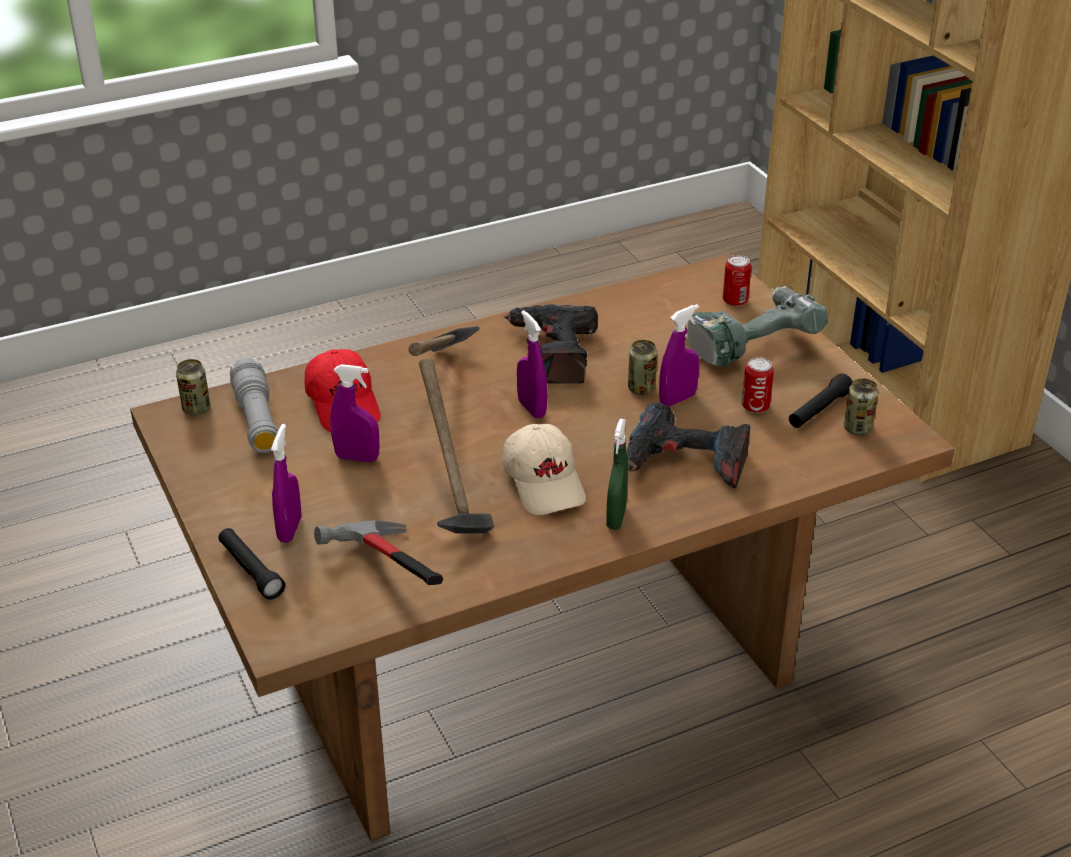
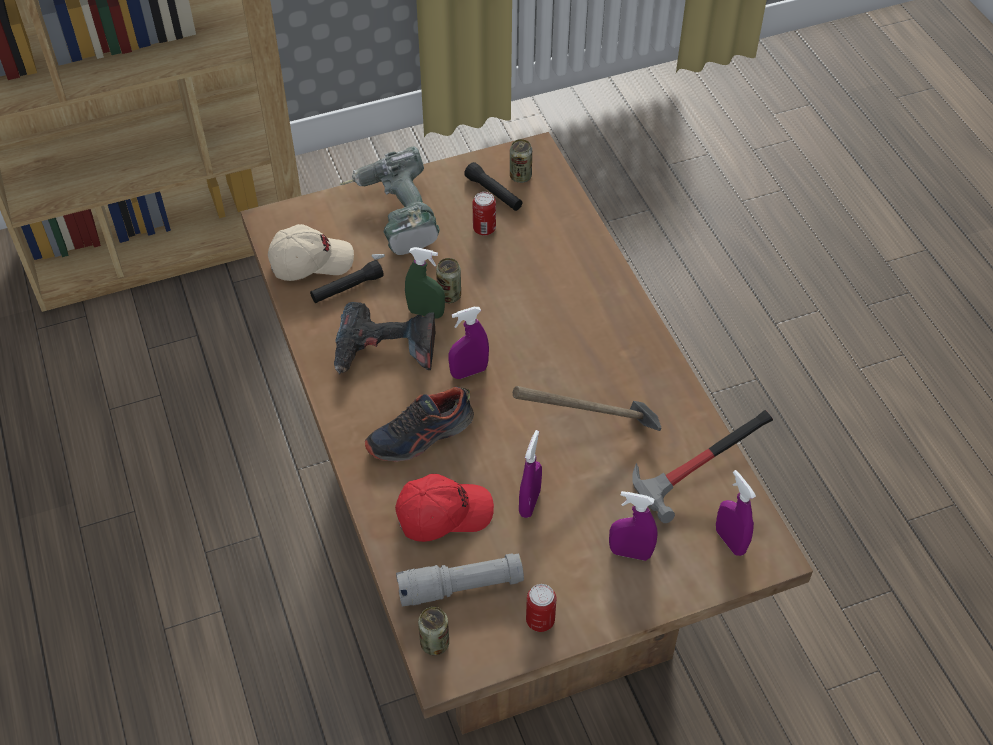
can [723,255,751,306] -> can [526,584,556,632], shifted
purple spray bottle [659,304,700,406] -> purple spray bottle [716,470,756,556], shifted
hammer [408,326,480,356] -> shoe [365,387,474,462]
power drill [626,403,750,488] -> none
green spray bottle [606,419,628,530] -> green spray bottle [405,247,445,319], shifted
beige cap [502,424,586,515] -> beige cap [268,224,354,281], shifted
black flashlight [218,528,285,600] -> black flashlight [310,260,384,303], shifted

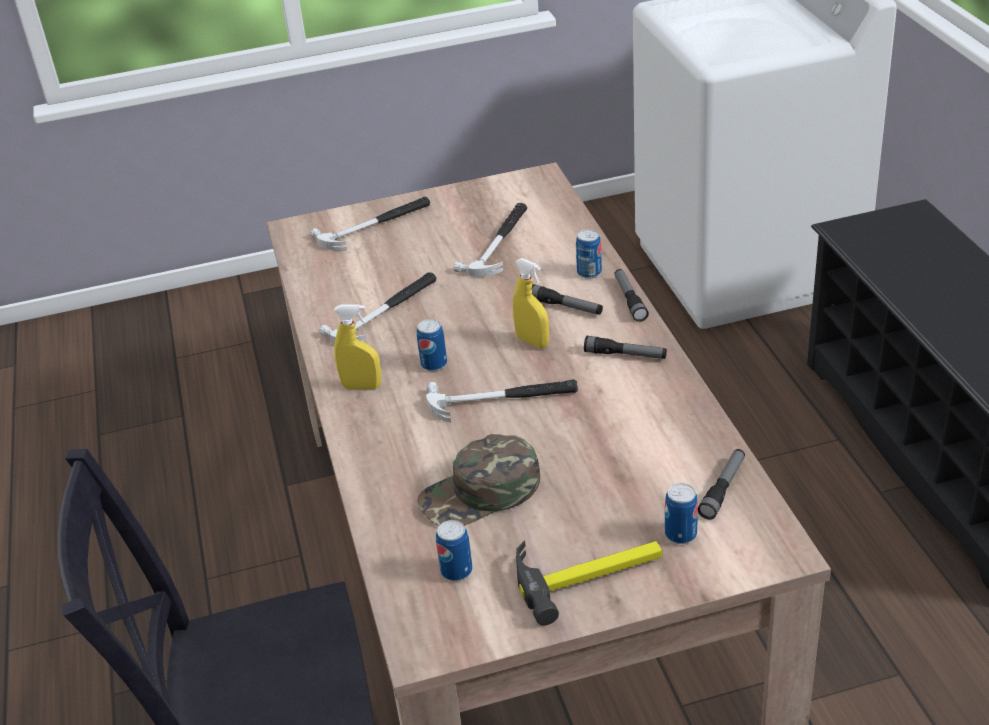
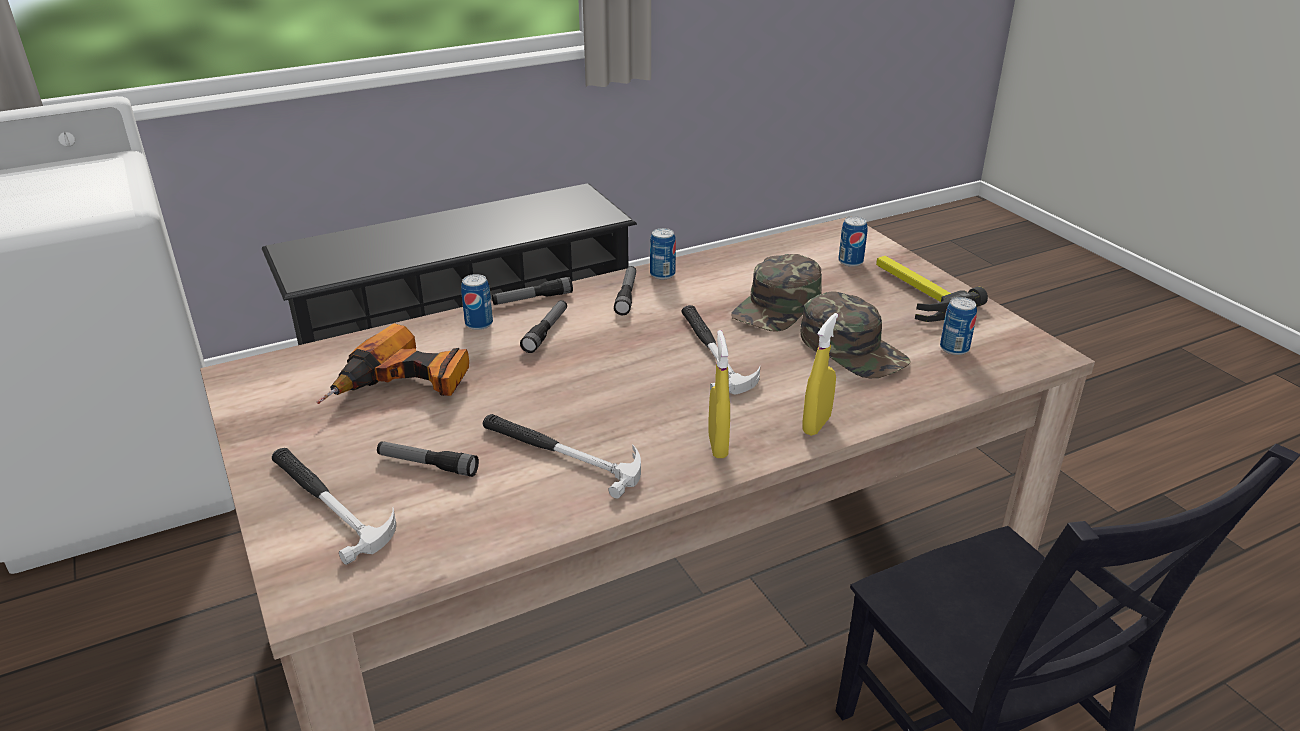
hammer [454,203,527,277] -> power drill [317,323,469,404]
yellow spray bottle [513,258,549,348] -> yellow spray bottle [802,313,838,436], shifted
can [417,319,447,371] -> can [650,228,676,279], shifted
flashlight [698,449,745,520] -> flashlight [377,441,479,477], shifted
none -> green cap [731,254,822,331]

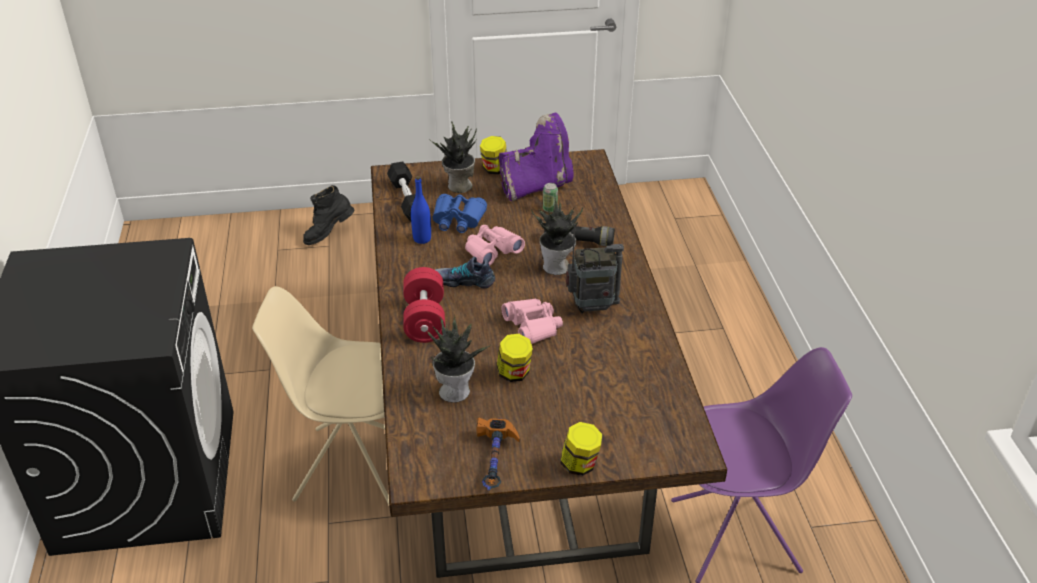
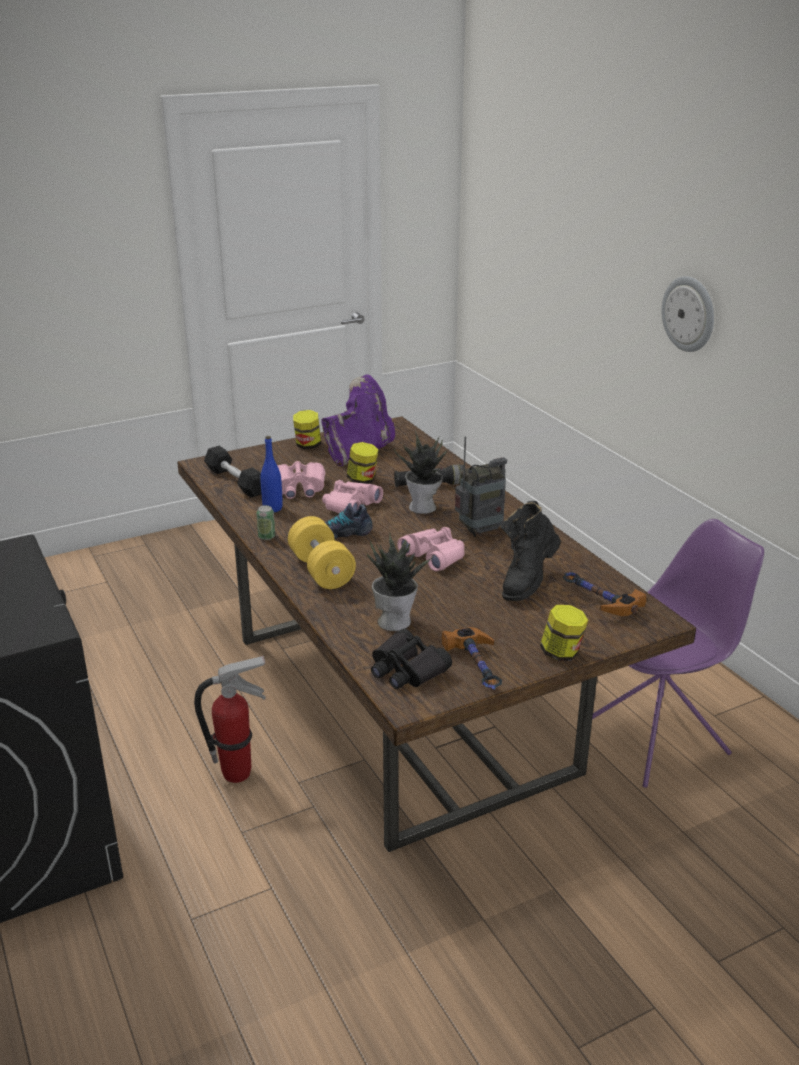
potted plant [429,121,477,193] -> none
can [543,183,558,212] -> can [256,505,275,540], shifted
black boot [303,185,354,245] -> black boot [500,501,561,601], shifted
blue binoculars [432,194,487,233] -> pink binoculars [277,461,325,499]
red dumbbell [403,267,445,343] -> yellow dumbbell [288,516,356,589]
beige chair [252,286,389,505] -> fire extinguisher [194,655,266,783]
jar [497,334,533,382] -> jar [347,442,379,484], shifted
none -> wall clock [661,276,714,352]
none -> hammer [562,572,646,616]
none -> black binoculars [371,629,452,689]

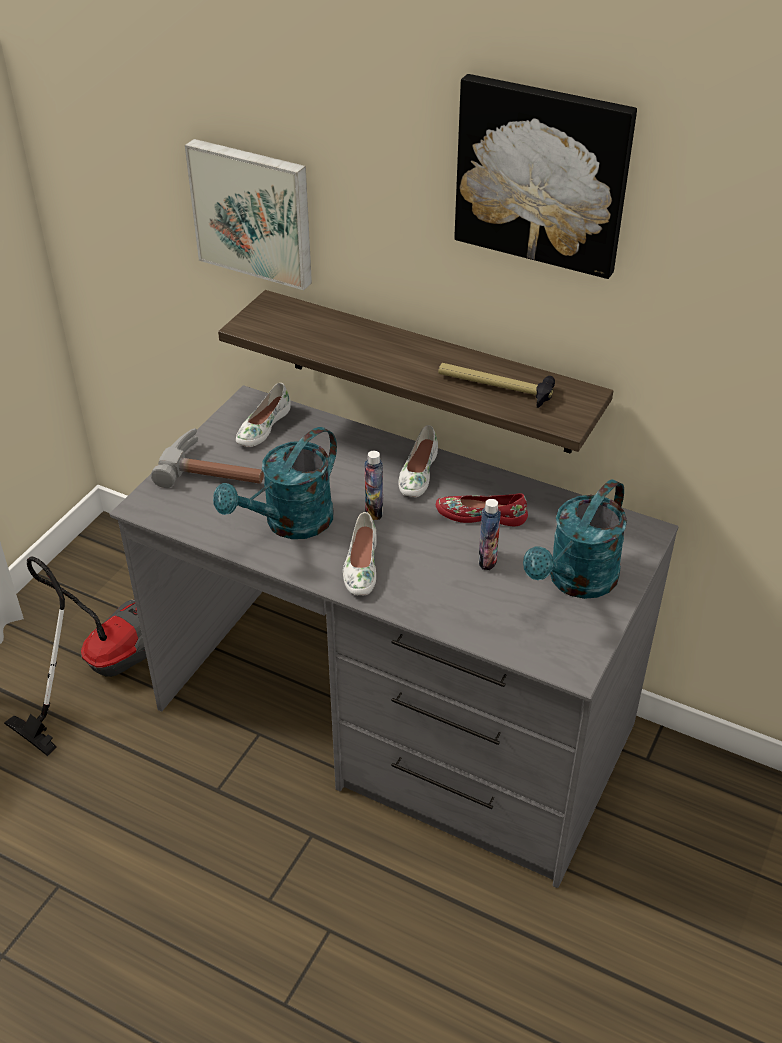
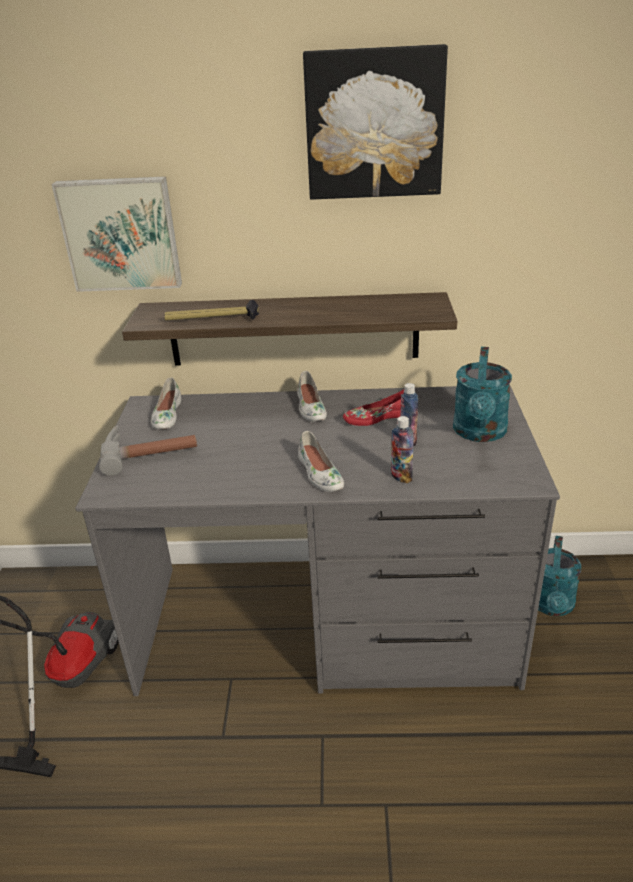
hammer [438,363,555,408] -> hammer [164,300,259,320], shifted
turquoise watering can [213,427,337,539] -> turquoise watering can [538,536,581,616], shifted
bottle [364,450,383,520] -> bottle [391,416,414,483], shifted

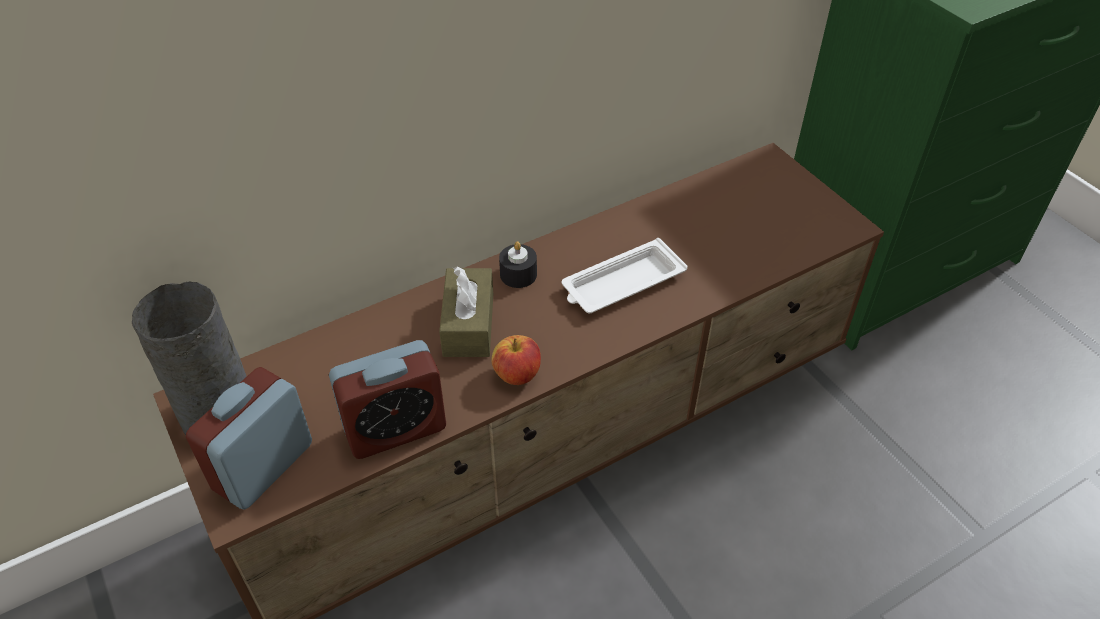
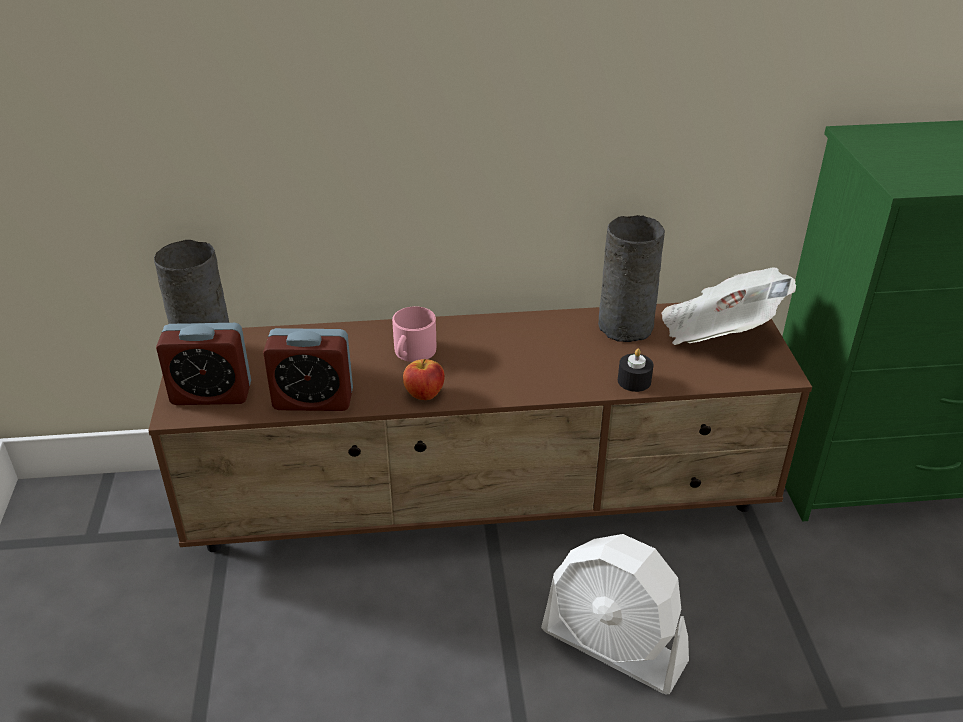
white tray [562,238,688,313] -> none
black candle [499,241,537,288] -> black candle [618,348,654,392], shifted
brown tissue box [439,267,493,357] -> pink mug [392,306,436,362]
alarm clock [186,367,312,509] -> alarm clock [156,323,251,405], 150 degrees counterclockwise
none -> grey vase [598,215,665,342]
none -> newspaper [661,268,796,345]
none -> white fan [541,534,689,694]

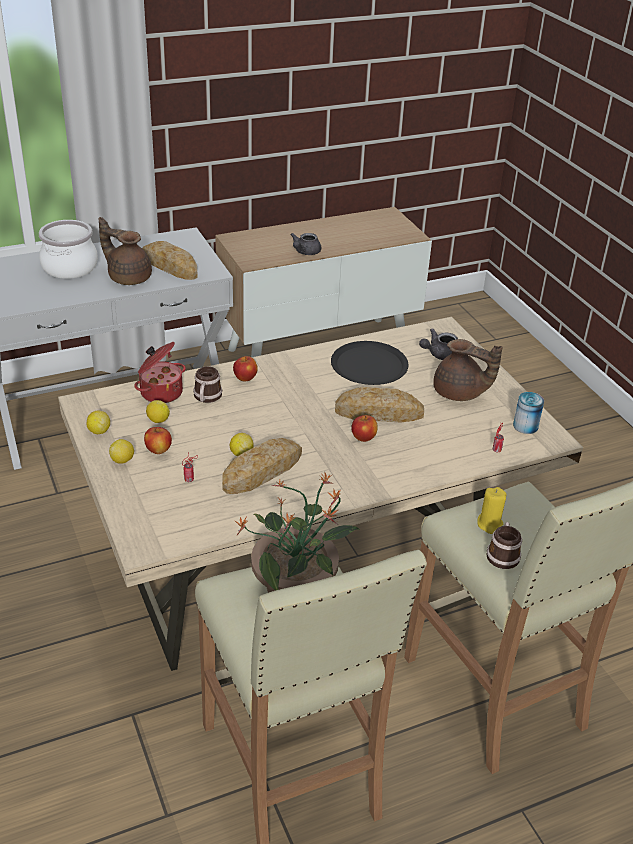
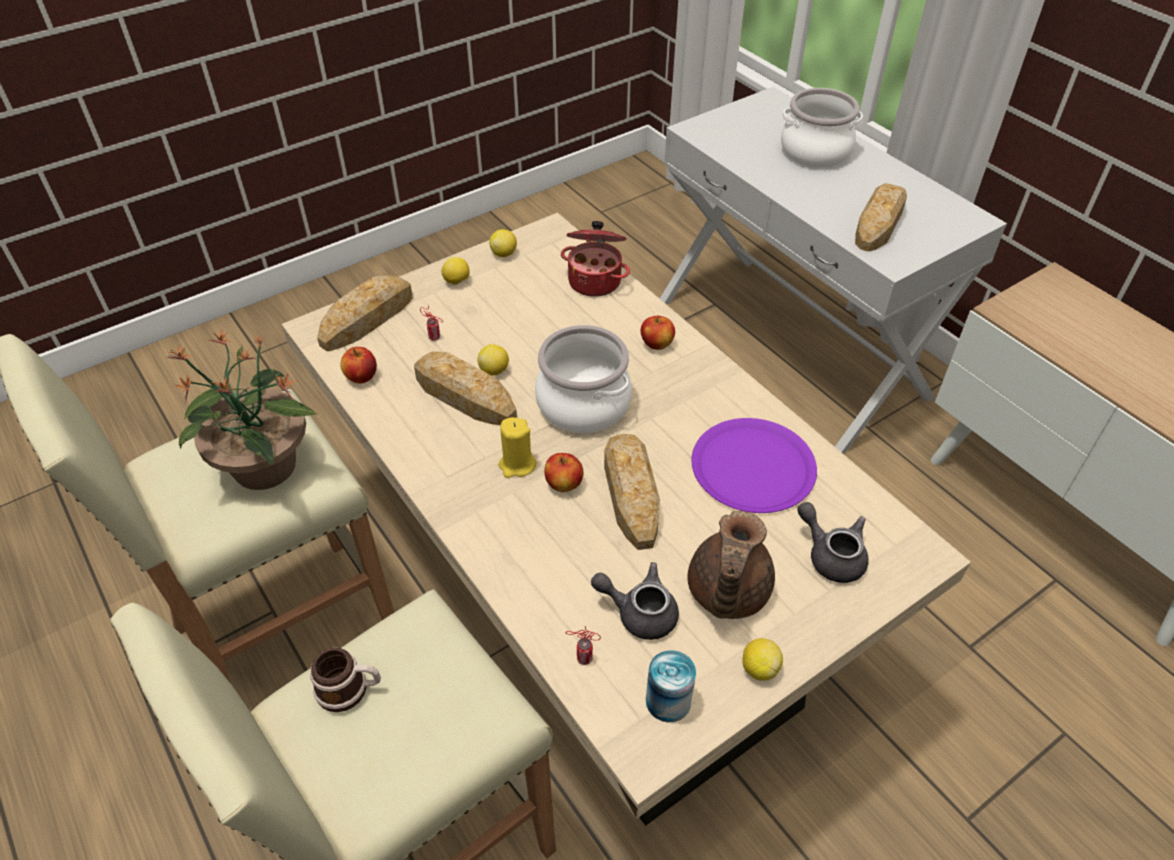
brown teapot [98,217,152,285] -> none
grey teapot [291,233,321,255] -> grey teapot [591,562,679,640], shifted
black plate [331,341,408,385] -> purple plate [692,418,817,513]
mug [193,366,222,403] -> none
lemon [146,400,170,423] -> lemon [742,638,783,681], shifted
apple [144,427,172,454] -> apple [340,347,377,384], shifted
yellow candle [477,487,506,534] -> yellow candle [498,417,537,478], shifted
none -> bread [317,275,412,352]
none -> cooking pot [535,325,632,433]

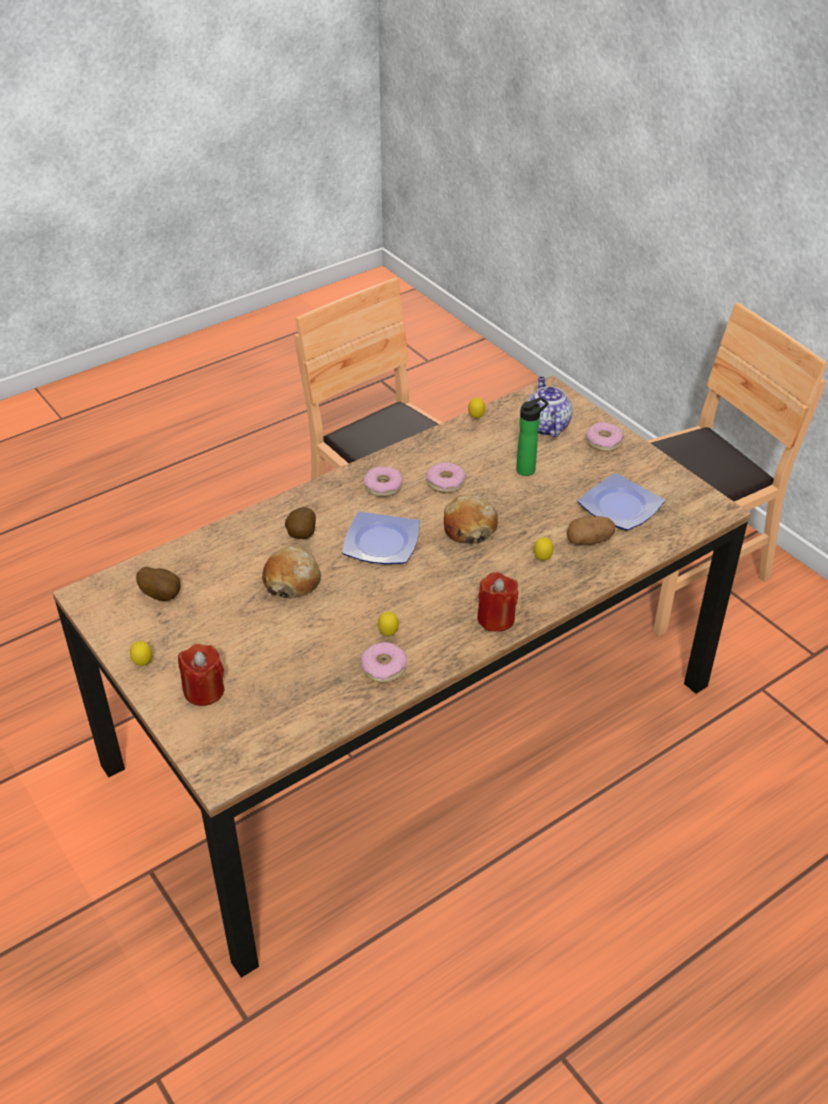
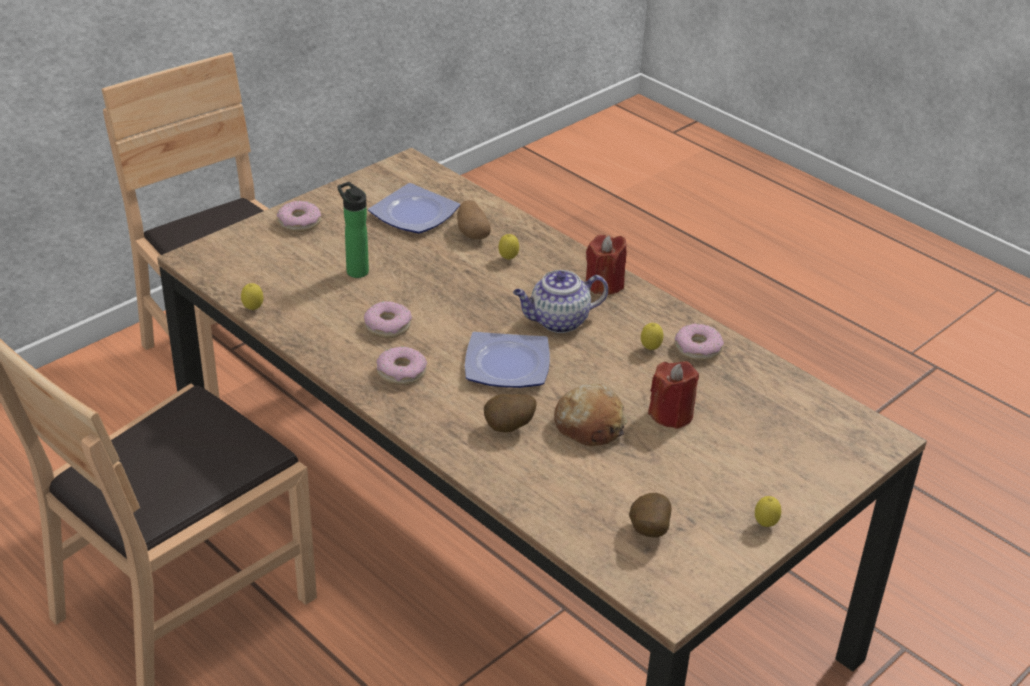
teapot [526,376,573,437] -> teapot [513,270,608,333], shifted
bread [444,495,498,544] -> none
red candle [178,644,224,706] -> red candle [648,361,699,429], shifted

